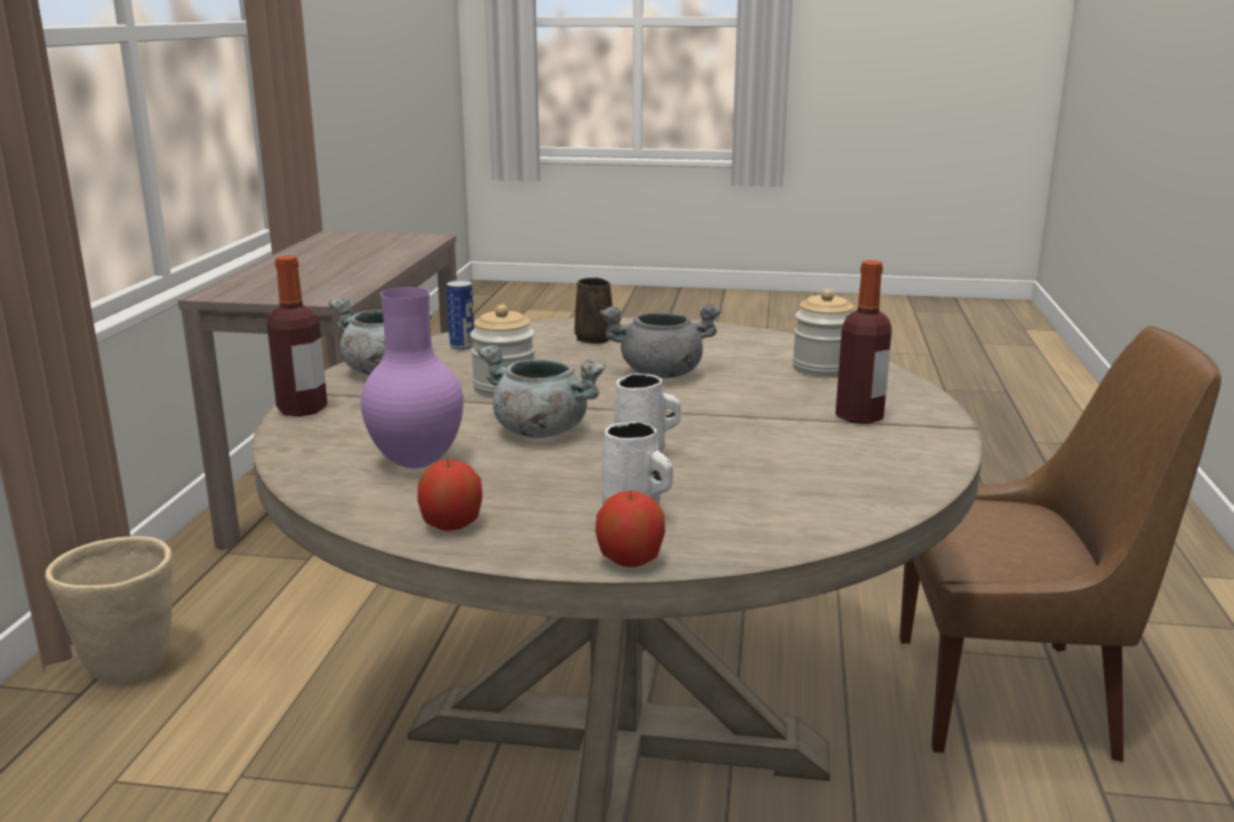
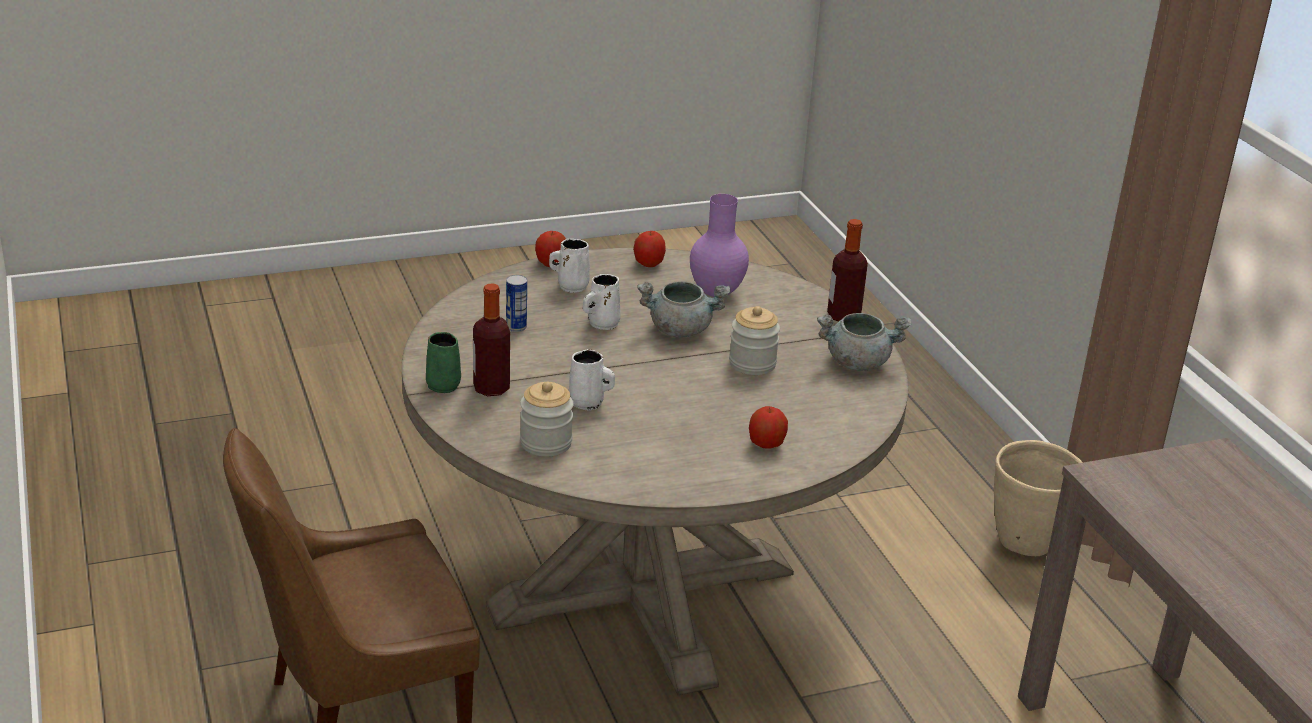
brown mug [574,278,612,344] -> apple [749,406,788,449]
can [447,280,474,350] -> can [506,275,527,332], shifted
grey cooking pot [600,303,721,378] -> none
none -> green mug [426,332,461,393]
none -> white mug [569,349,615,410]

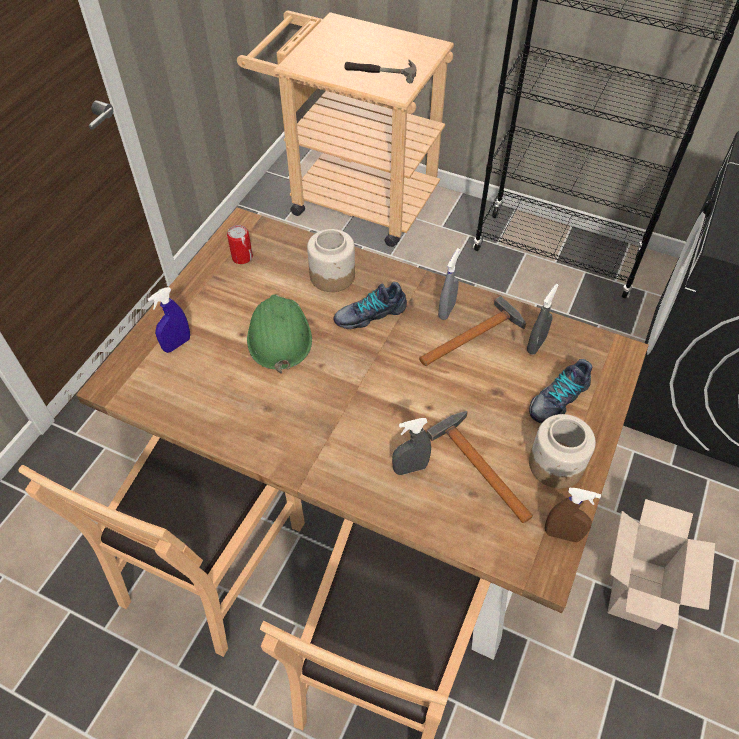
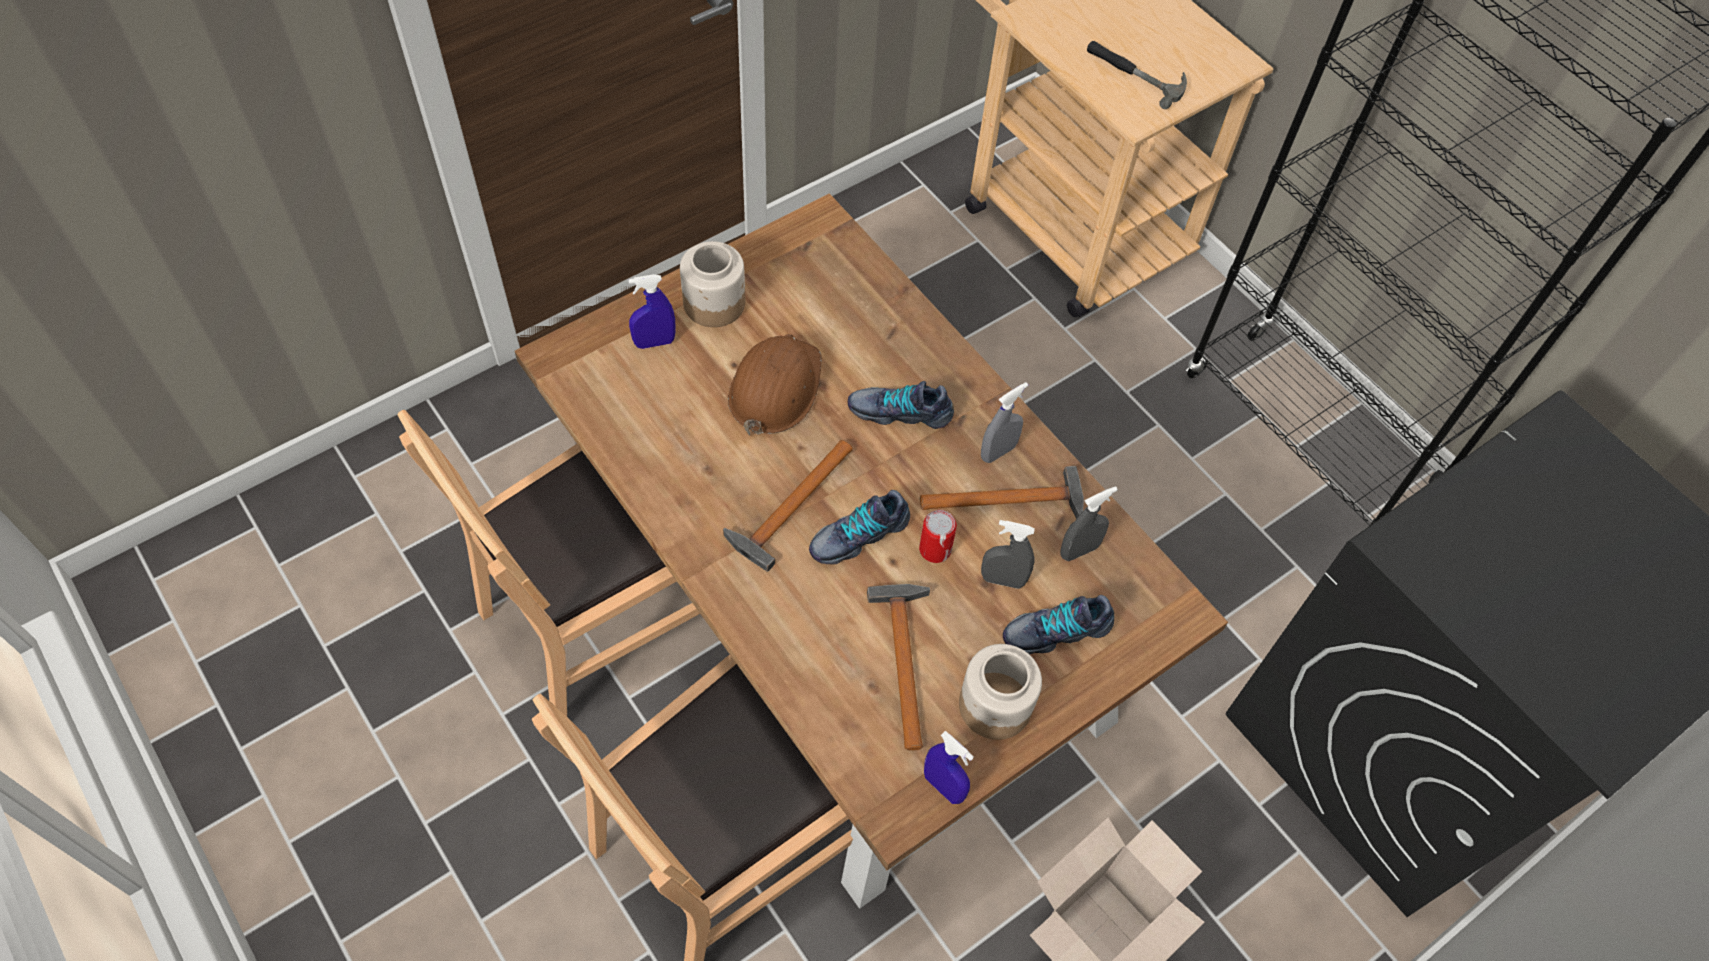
can [227,225,253,264] -> can [919,510,957,563], shifted
jar [307,229,355,292] -> jar [680,241,745,327], shifted
green hard hat [247,294,312,374] -> brown hard hat [728,334,822,436]
grey spray bottle [392,418,431,475] -> grey spray bottle [981,520,1035,589], shifted
brown spray bottle [545,488,601,542] -> blue spray bottle [924,731,974,804]
none -> hammer [723,440,853,572]
none -> shoe [809,490,910,564]

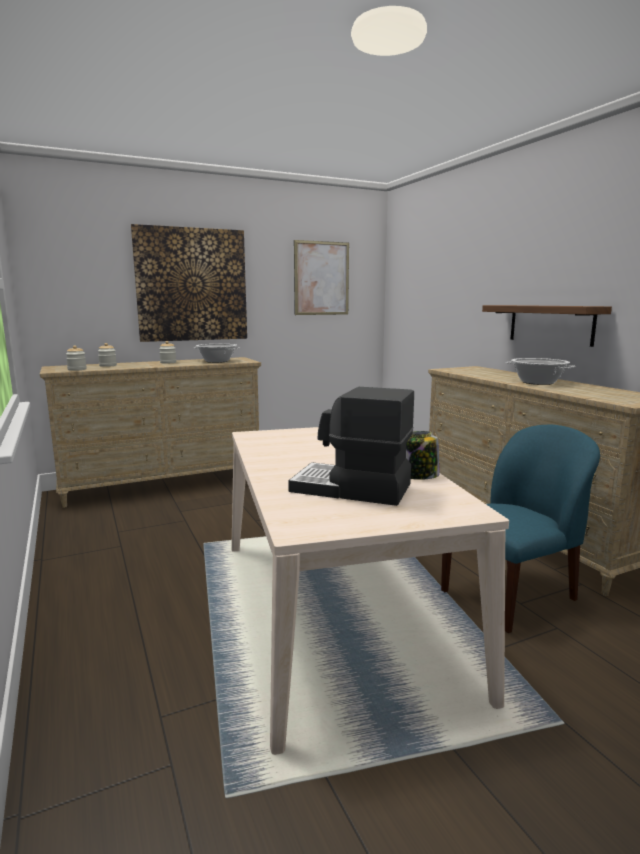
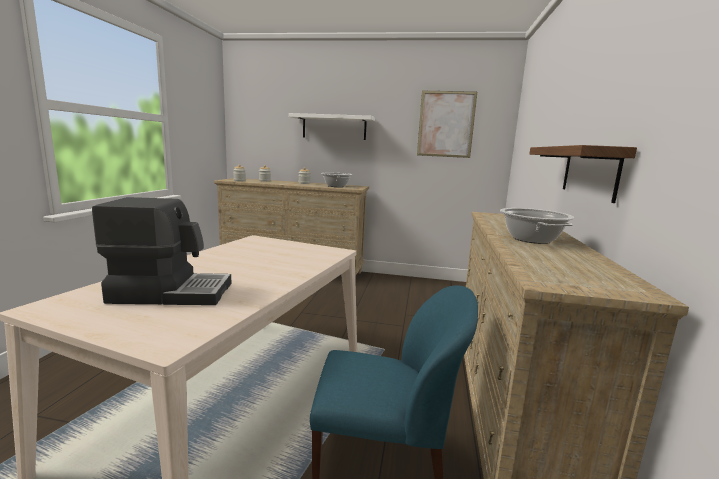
picture [131,224,247,342] -> white shelf [289,113,375,140]
coffee machine [288,387,414,506] -> coffee machine [92,197,231,305], 120 degrees clockwise
jar [406,431,440,480] -> none

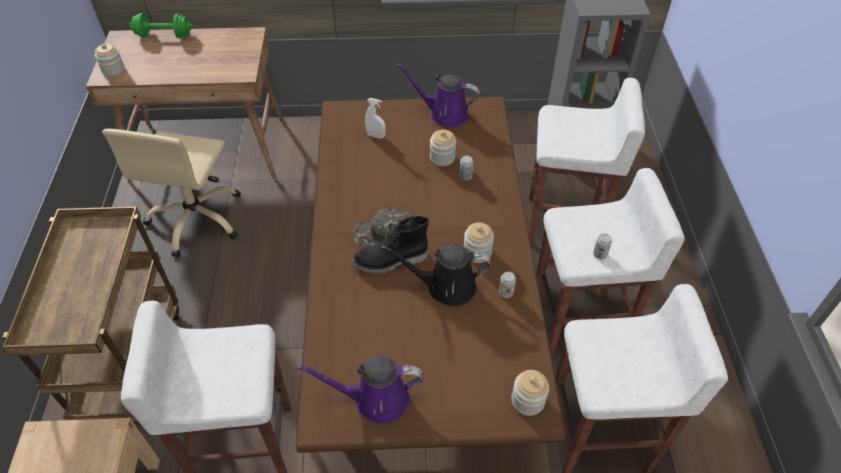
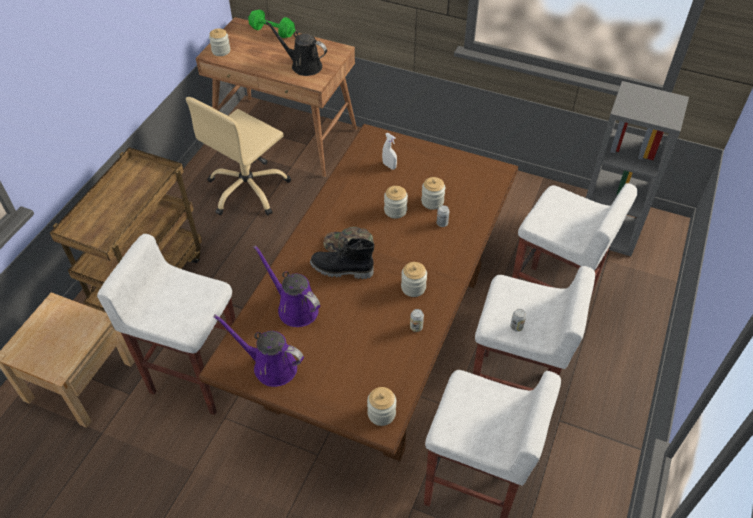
purple watering can [397,63,480,128] -> purple watering can [254,245,320,327], shifted
black watering can [382,244,491,306] -> black watering can [265,21,327,76], shifted
none -> jar [384,186,408,219]

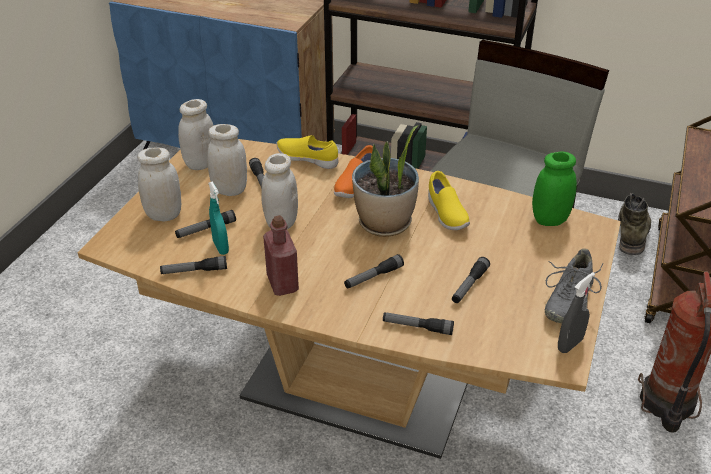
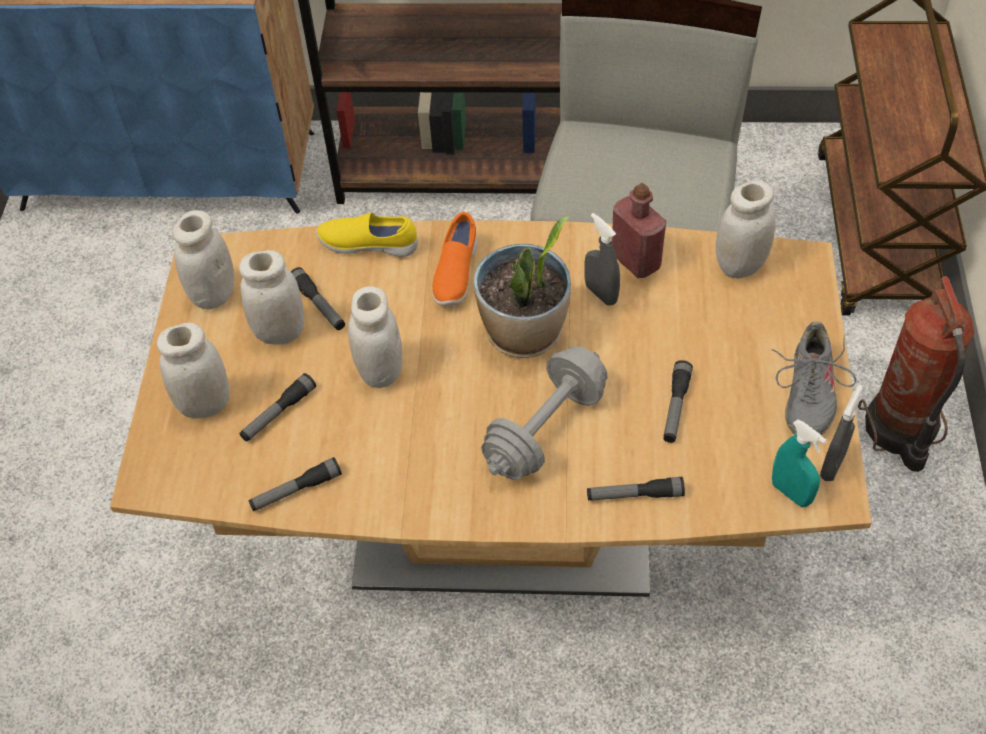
green jar [532,152,577,226] -> white jar [716,180,775,279]
yellow shoe [428,171,470,230] -> grey spray bottle [584,213,620,306]
turquoise spray bottle [209,182,229,255] -> turquoise spray bottle [772,419,827,507], shifted
green boot [618,193,651,255] -> none
red bottle [263,215,299,296] -> red bottle [612,183,666,278], shifted
flashlight [344,254,404,288] -> grey dumbbell [481,346,608,480]

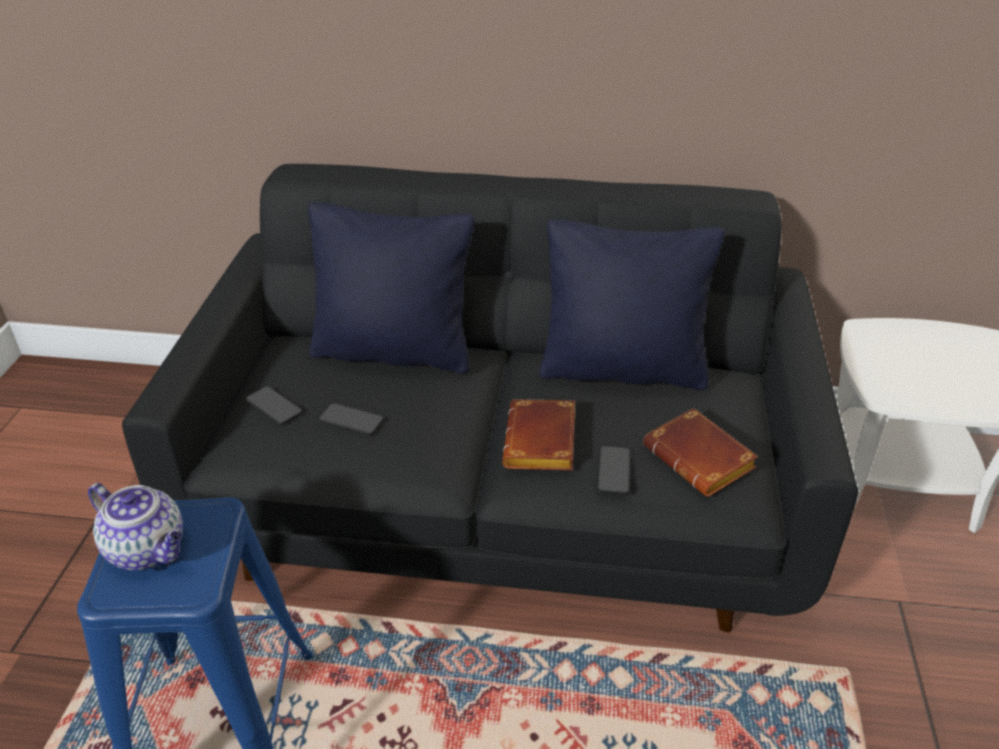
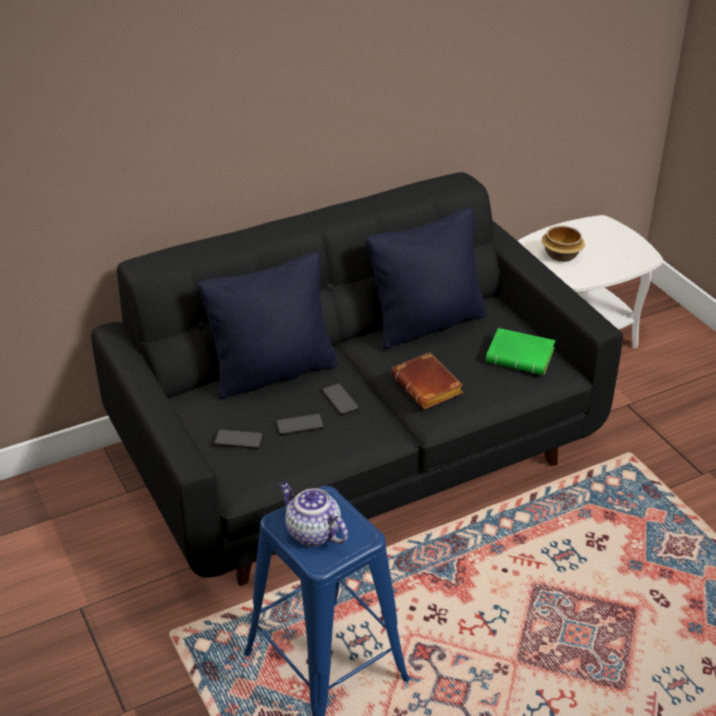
brown book [643,408,758,497] -> green book [486,328,555,375]
phone [597,446,631,494] -> phone [322,383,359,415], shifted
teapot [88,483,183,570] -> teapot [279,482,348,547], 135 degrees counterclockwise
none -> bowl [542,225,585,262]

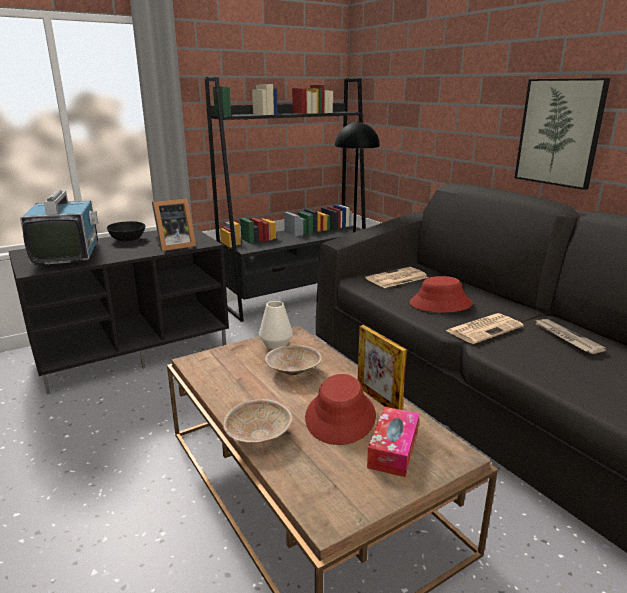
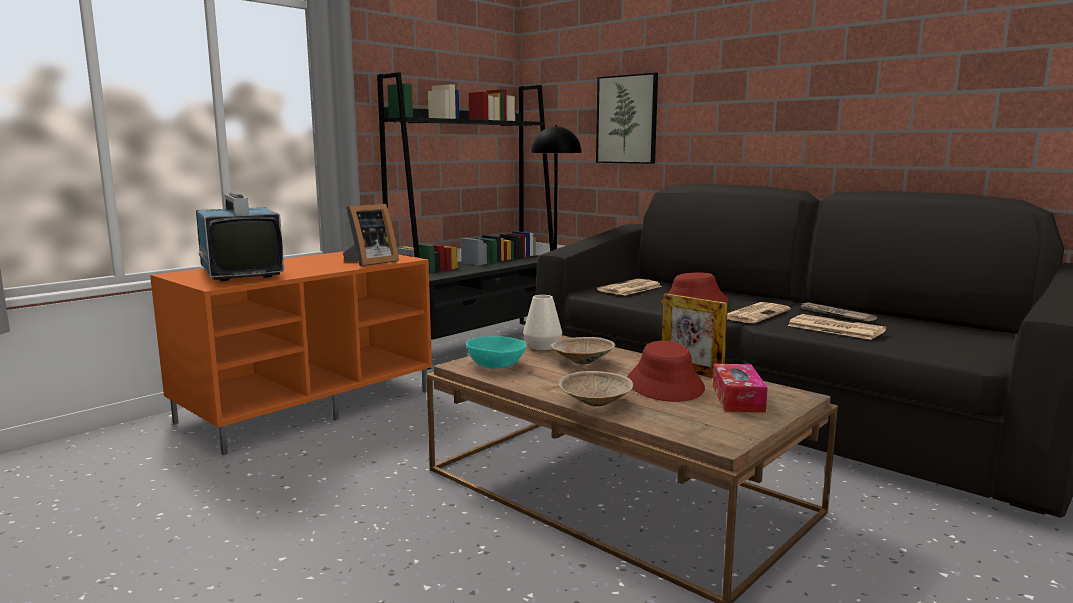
picture [515,78,610,190] -> picture [596,73,658,164], shifted
black bowl [107,221,145,241] -> none
black tv stand [8,227,229,394] -> orange tv stand [150,251,432,455]
none -> newspaper [787,314,886,340]
none -> turquoise bowl [466,336,527,369]

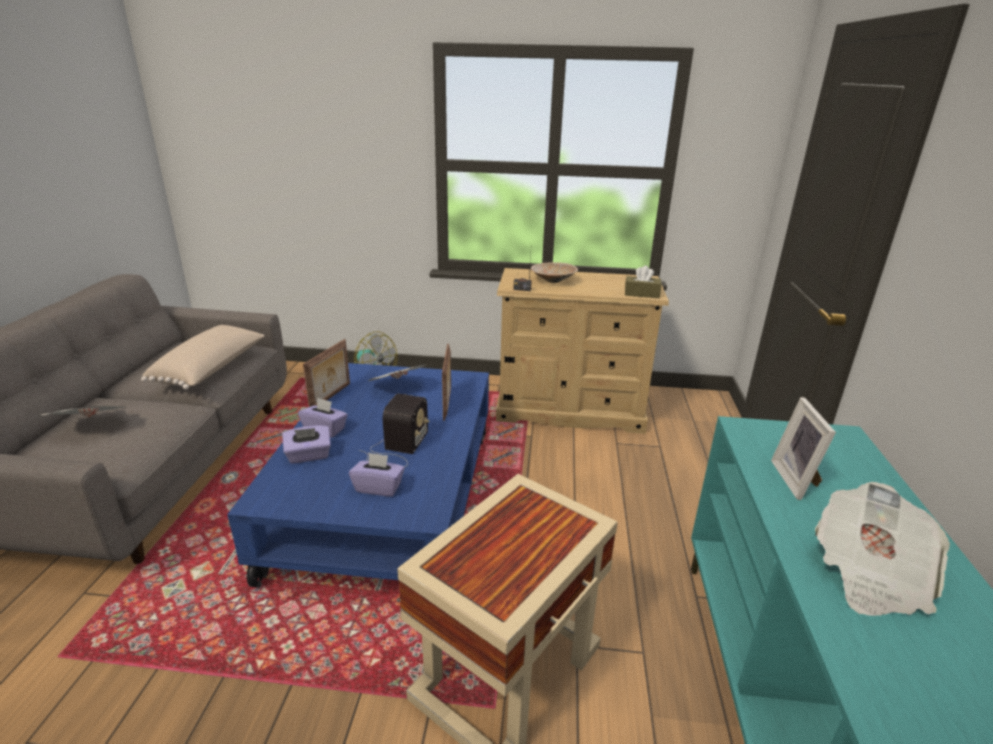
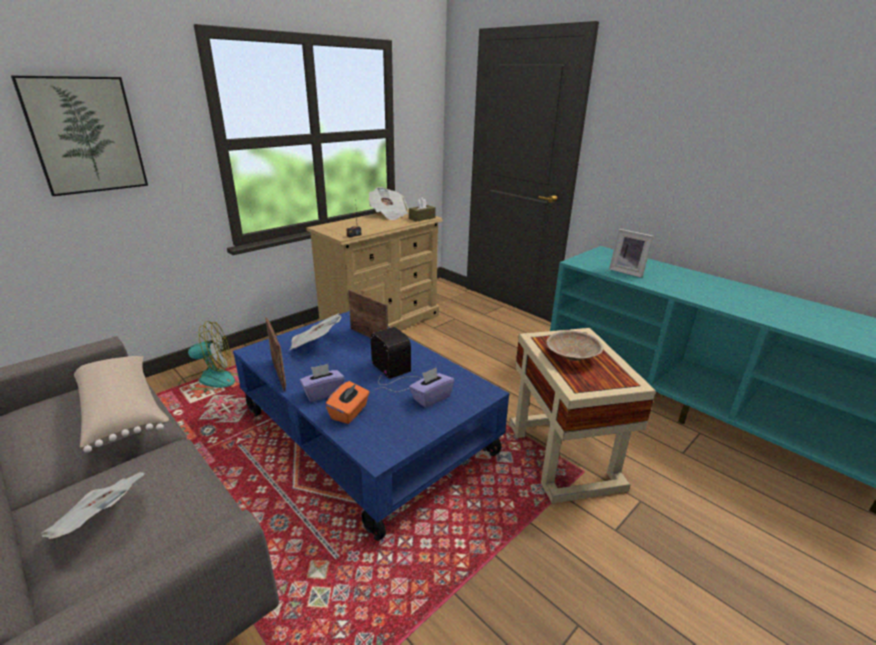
beige bowl [531,262,578,283] -> beige bowl [546,330,603,361], shifted
purple tissue box [282,425,331,464] -> orange tissue box [325,381,370,424]
newspaper [815,482,950,616] -> newspaper [369,187,409,220], shifted
none -> picture [11,75,148,196]

